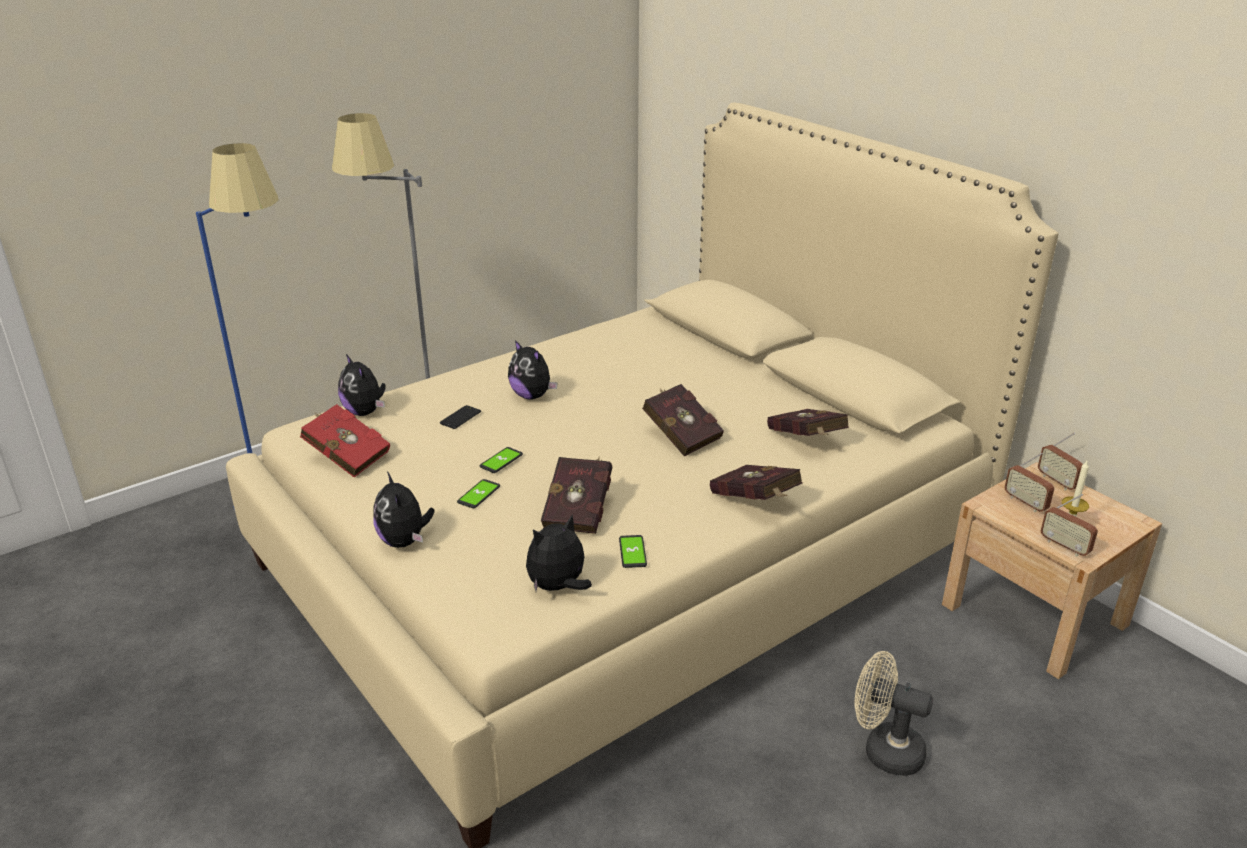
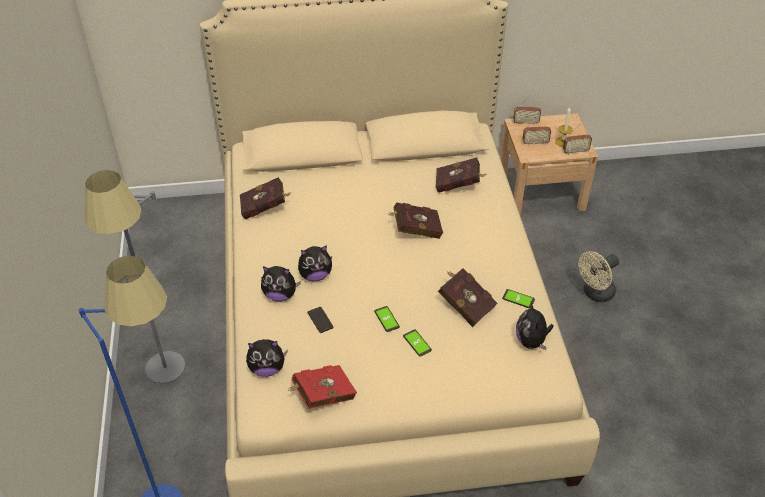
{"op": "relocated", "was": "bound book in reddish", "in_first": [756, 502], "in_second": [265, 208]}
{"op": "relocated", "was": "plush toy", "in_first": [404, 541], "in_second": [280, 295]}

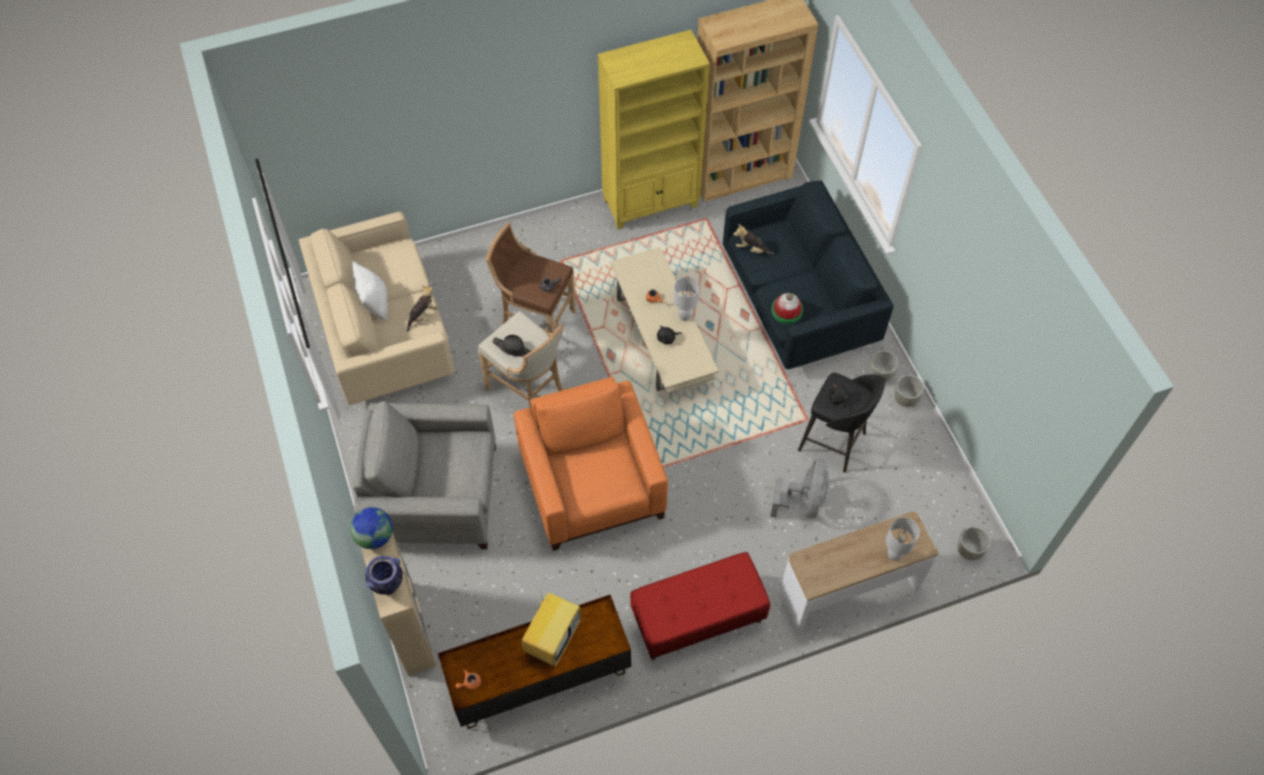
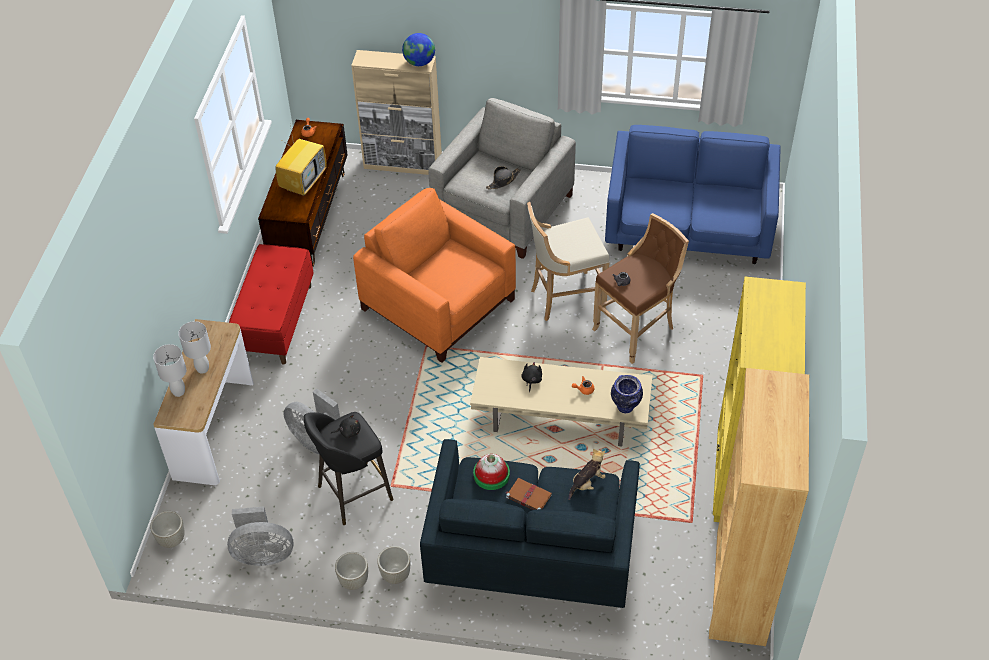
{"op": "colour", "was": "settee in beige-coloured", "now": "settee in blue-coloured", "in_first": [385, 332], "in_second": [688, 228]}
{"op": "missing", "was": "throw pillow in white-coloured", "in_first": [374, 302]}
{"op": "relocated", "was": "lamp for a table in white-coloured", "in_first": [684, 317], "in_second": [202, 368]}
{"op": "missing", "was": "plush toy", "in_first": [423, 315]}
{"op": "relocated", "was": "wearable hat in blackish", "in_first": [513, 349], "in_second": [503, 181]}
{"op": "spun", "was": "lounge chair in orangey", "in_first": [593, 486], "in_second": [440, 304], "clockwise": -150}
{"op": "relocated", "was": "vase", "in_first": [388, 586], "in_second": [625, 407]}
{"op": "spun", "was": "TV set", "in_first": [553, 637], "in_second": [303, 182], "clockwise": -120}
{"op": "appeared", "now": "bound book in brown-coloured", "in_second": [528, 496]}
{"op": "appeared", "now": "fan in gray", "in_second": [263, 554]}

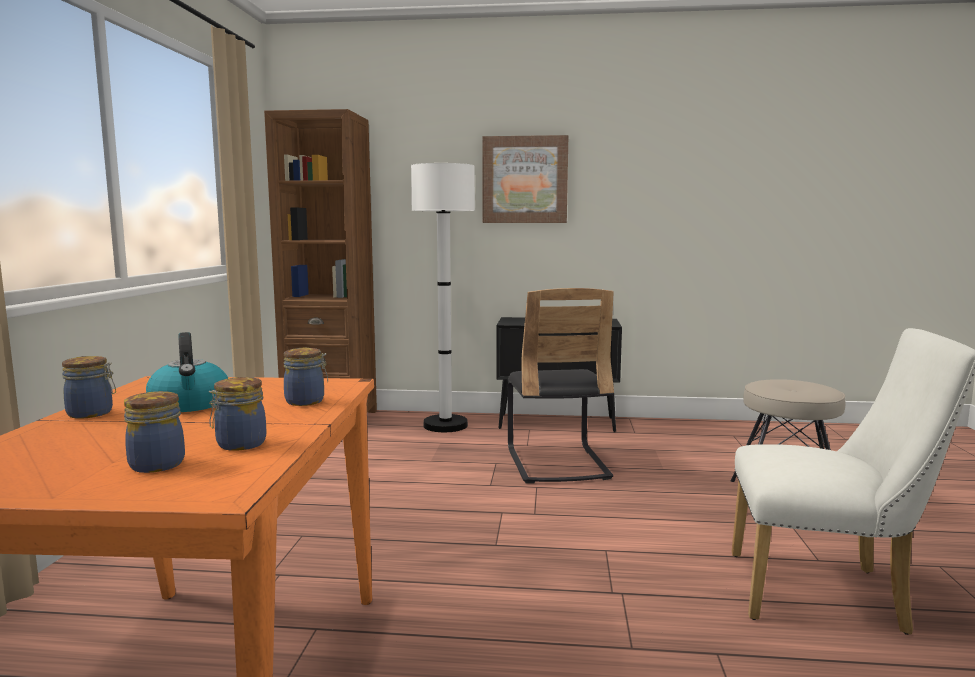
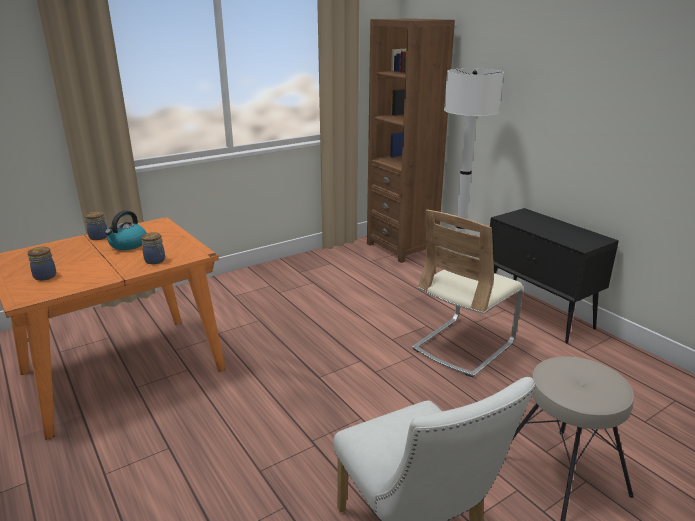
{"op": "missing", "was": "wall art", "in_first": [525, 180]}
{"op": "colour", "was": "upright chair in blackish", "now": "upright chair in beige-coloured", "in_first": [556, 463], "in_second": [463, 346]}
{"op": "missing", "was": "storage jar", "in_first": [239, 444]}

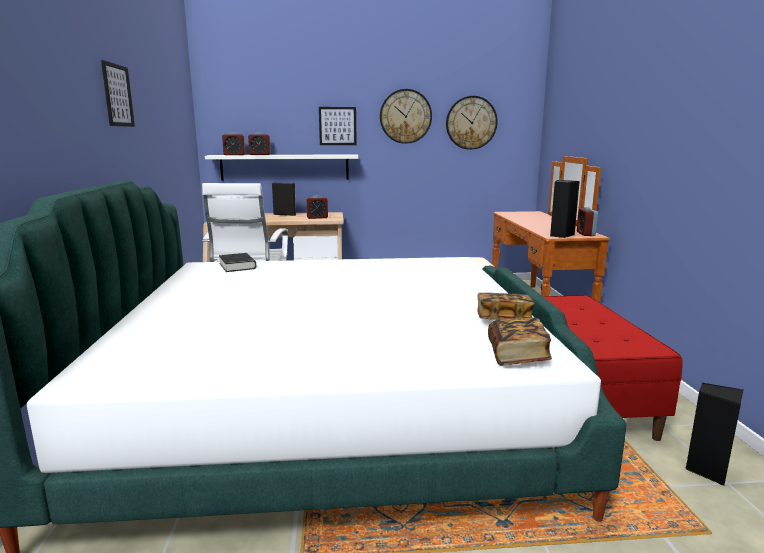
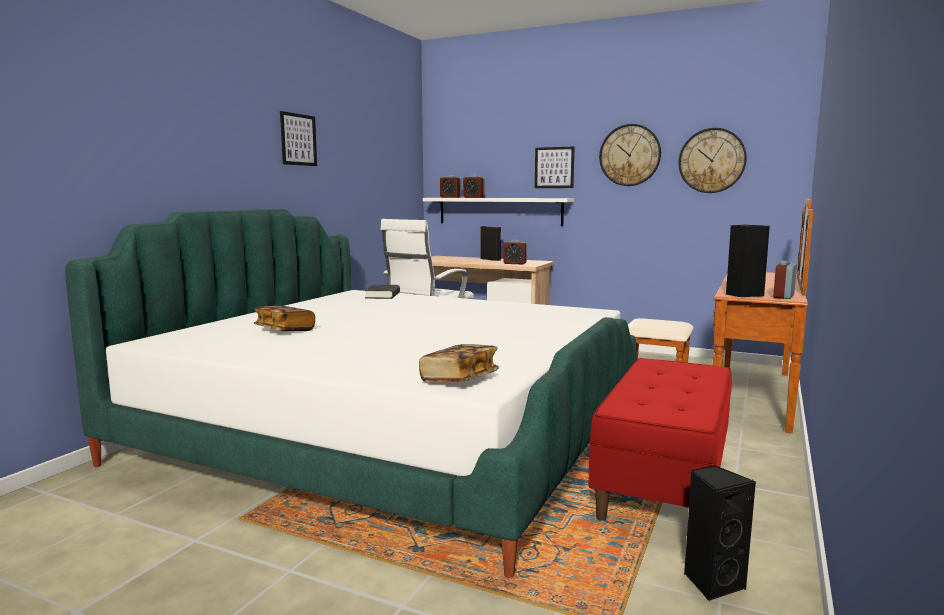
{"op": "relocated", "was": "bound book", "in_first": [503, 320], "in_second": [284, 330]}

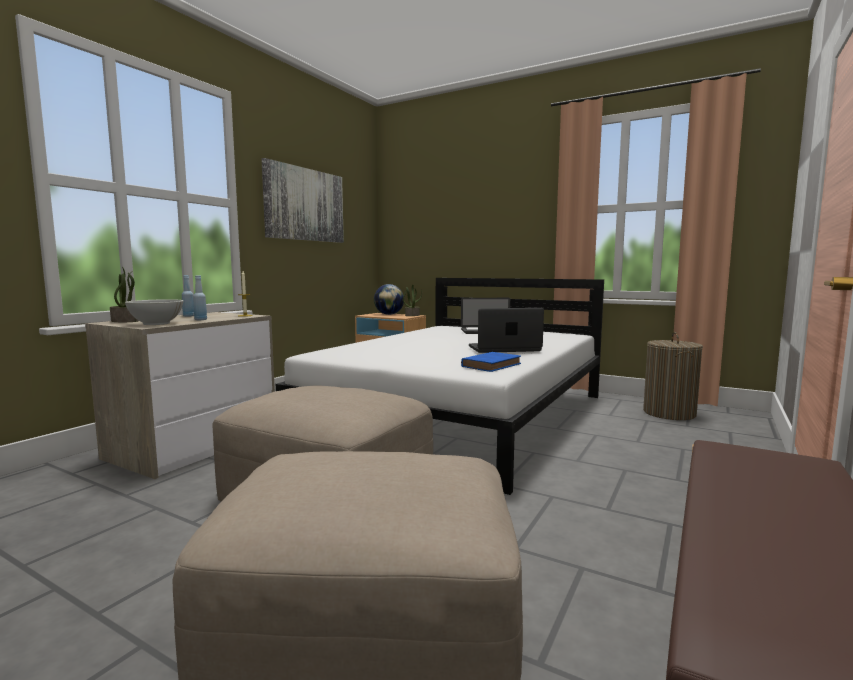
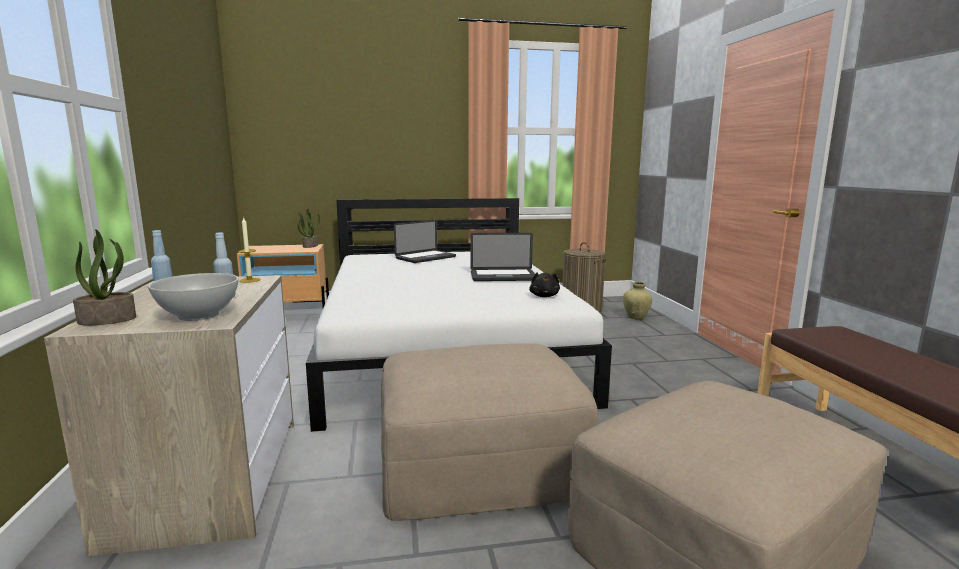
{"op": "missing", "was": "wall art", "in_first": [305, 204]}
{"op": "missing", "was": "globe", "in_first": [389, 314]}
{"op": "spun", "was": "laptop", "in_first": [504, 349], "in_second": [503, 277], "clockwise": -135}
{"op": "exchanged", "was": "bound book in blue-coloured", "now": "plush toy in blackish", "in_first": [492, 365], "in_second": [544, 296]}
{"op": "appeared", "now": "vase in beige-coloured", "in_second": [636, 317]}

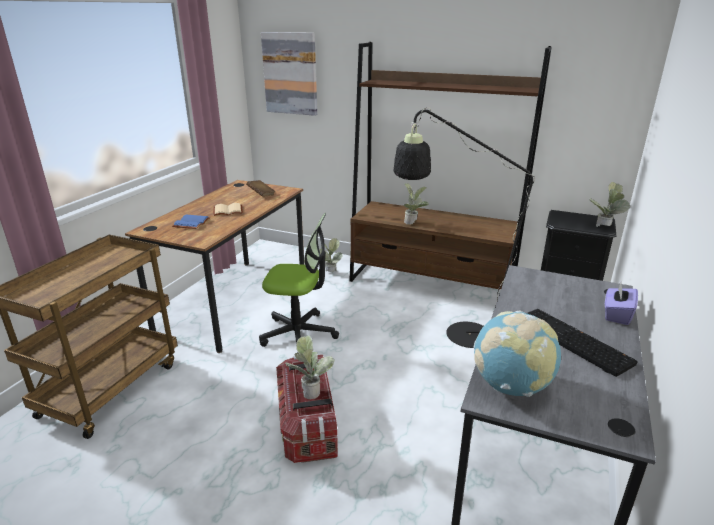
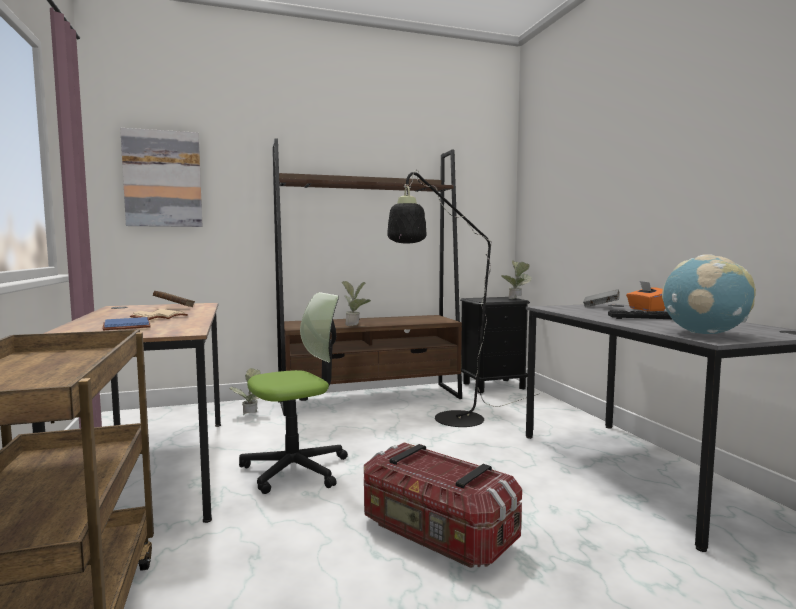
{"op": "colour", "was": "tissue holder in purple", "now": "tissue holder in orangey", "in_first": [616, 315], "in_second": [646, 309]}
{"op": "missing", "was": "potted plant", "in_first": [310, 390]}
{"op": "appeared", "now": "bound book in gray", "in_second": [601, 307]}

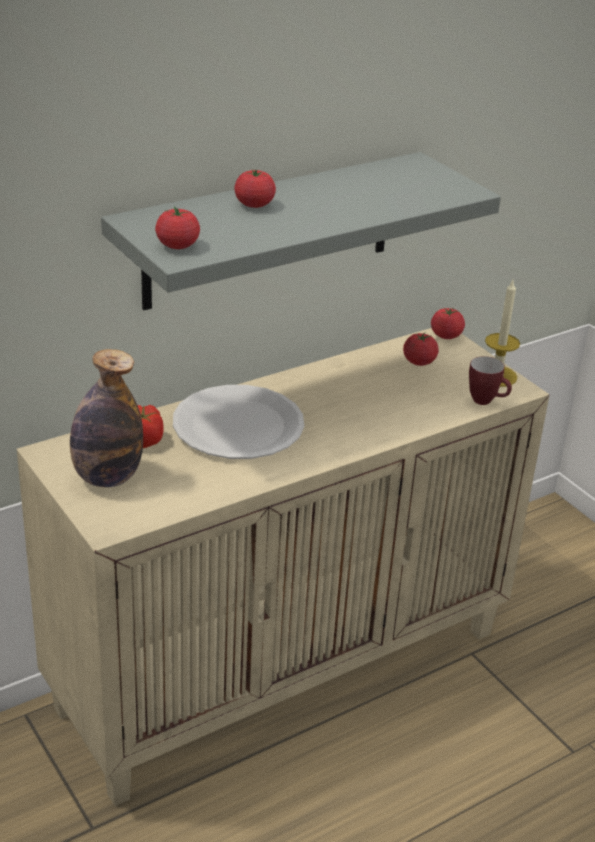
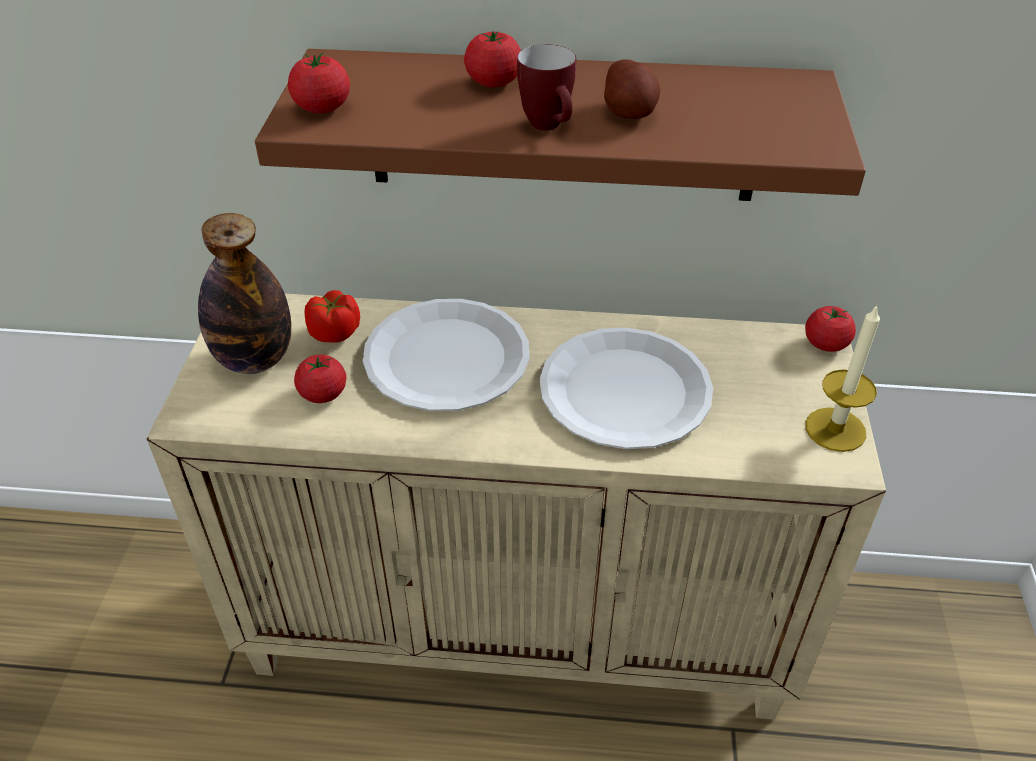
{"op": "colour", "was": "shelf in gray", "now": "shelf in brown-coloured", "in_first": [270, 230], "in_second": [563, 127]}
{"op": "relocated", "was": "tomato", "in_first": [419, 362], "in_second": [323, 394]}
{"op": "relocated", "was": "mug", "in_first": [486, 401], "in_second": [550, 127]}
{"op": "appeared", "now": "potato", "in_second": [629, 112]}
{"op": "appeared", "now": "plate in white-coloured", "in_second": [625, 390]}

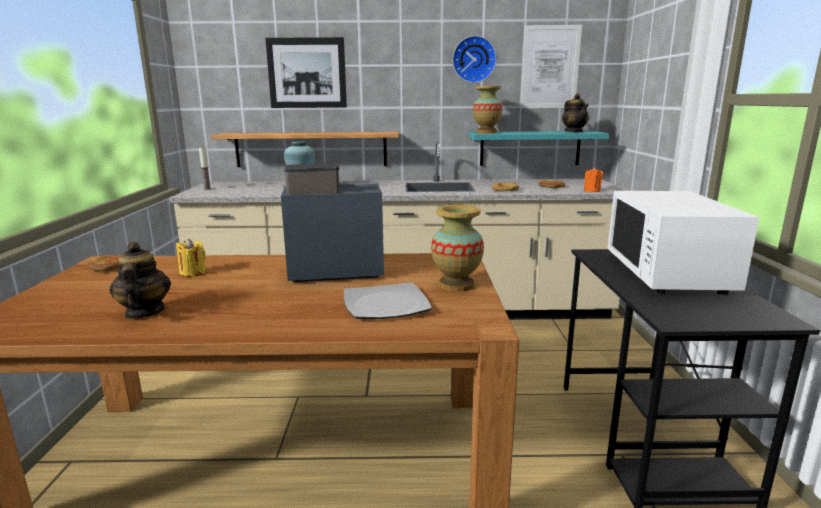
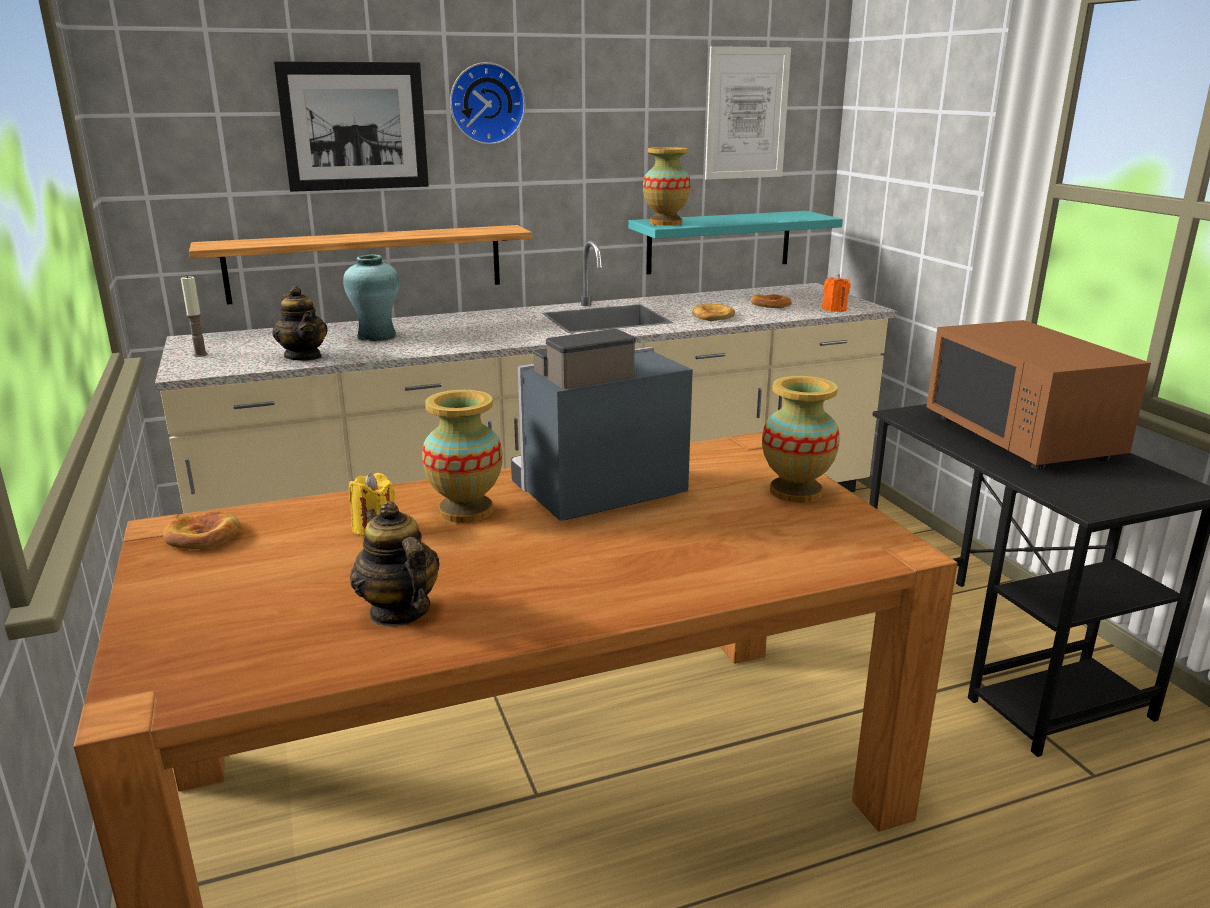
{"op": "relocated", "was": "wall clock", "in_first": [473, 59], "in_second": [486, 103]}
{"op": "relocated", "was": "teapot", "in_first": [574, 132], "in_second": [304, 357]}
{"op": "colour", "was": "microwave in white-coloured", "now": "microwave in brown-coloured", "in_first": [668, 274], "in_second": [1021, 437]}
{"op": "missing", "was": "plate", "in_first": [385, 305]}
{"op": "appeared", "now": "vase", "in_second": [466, 511]}

